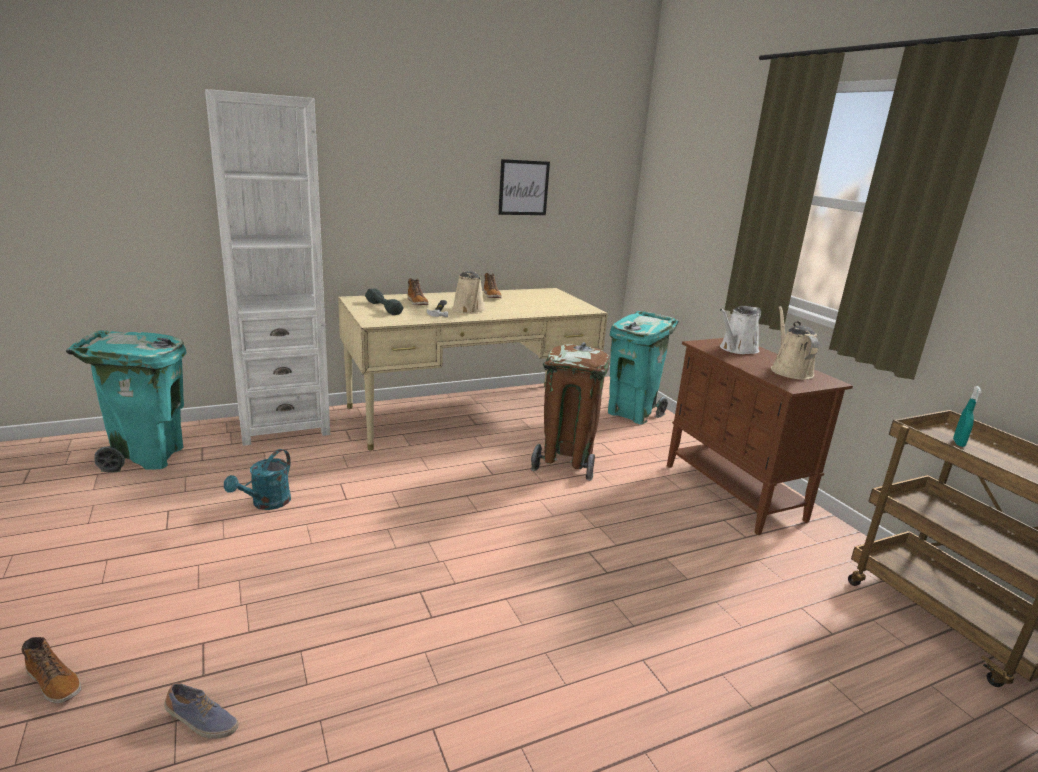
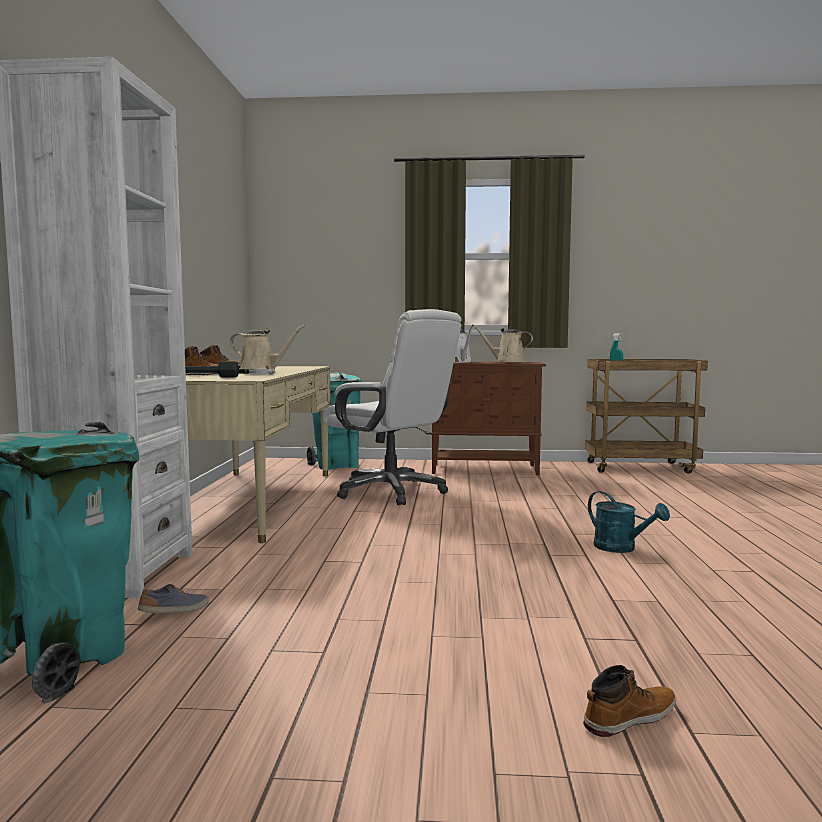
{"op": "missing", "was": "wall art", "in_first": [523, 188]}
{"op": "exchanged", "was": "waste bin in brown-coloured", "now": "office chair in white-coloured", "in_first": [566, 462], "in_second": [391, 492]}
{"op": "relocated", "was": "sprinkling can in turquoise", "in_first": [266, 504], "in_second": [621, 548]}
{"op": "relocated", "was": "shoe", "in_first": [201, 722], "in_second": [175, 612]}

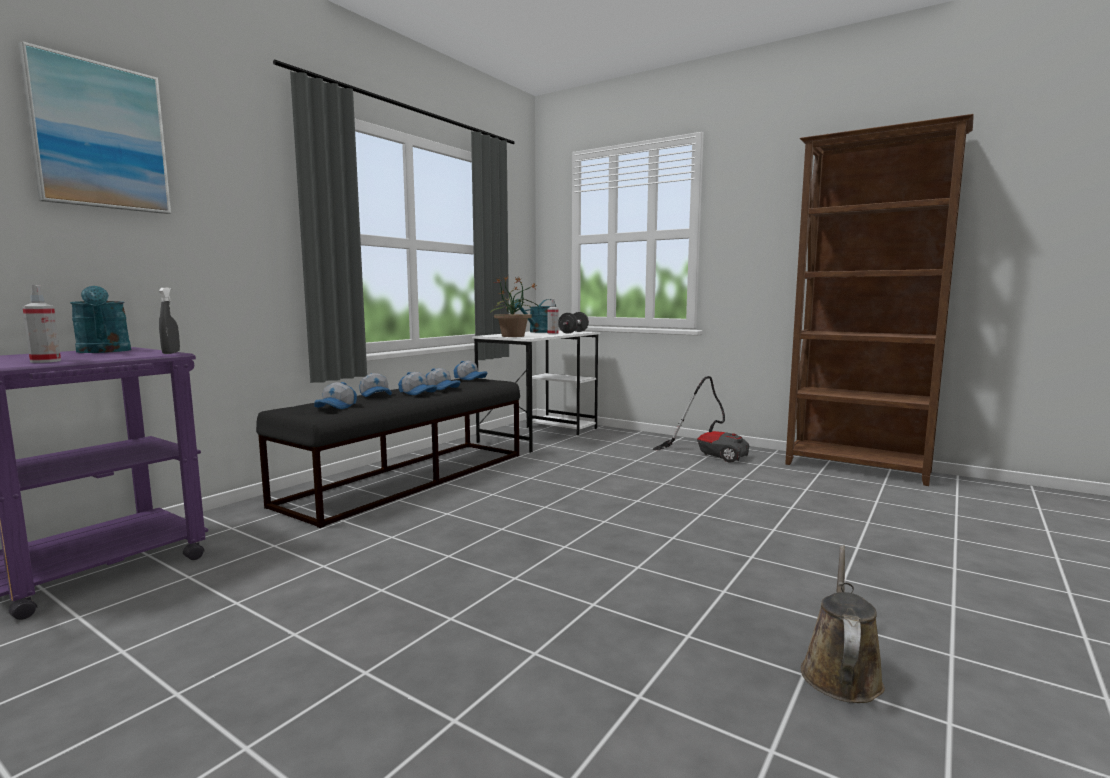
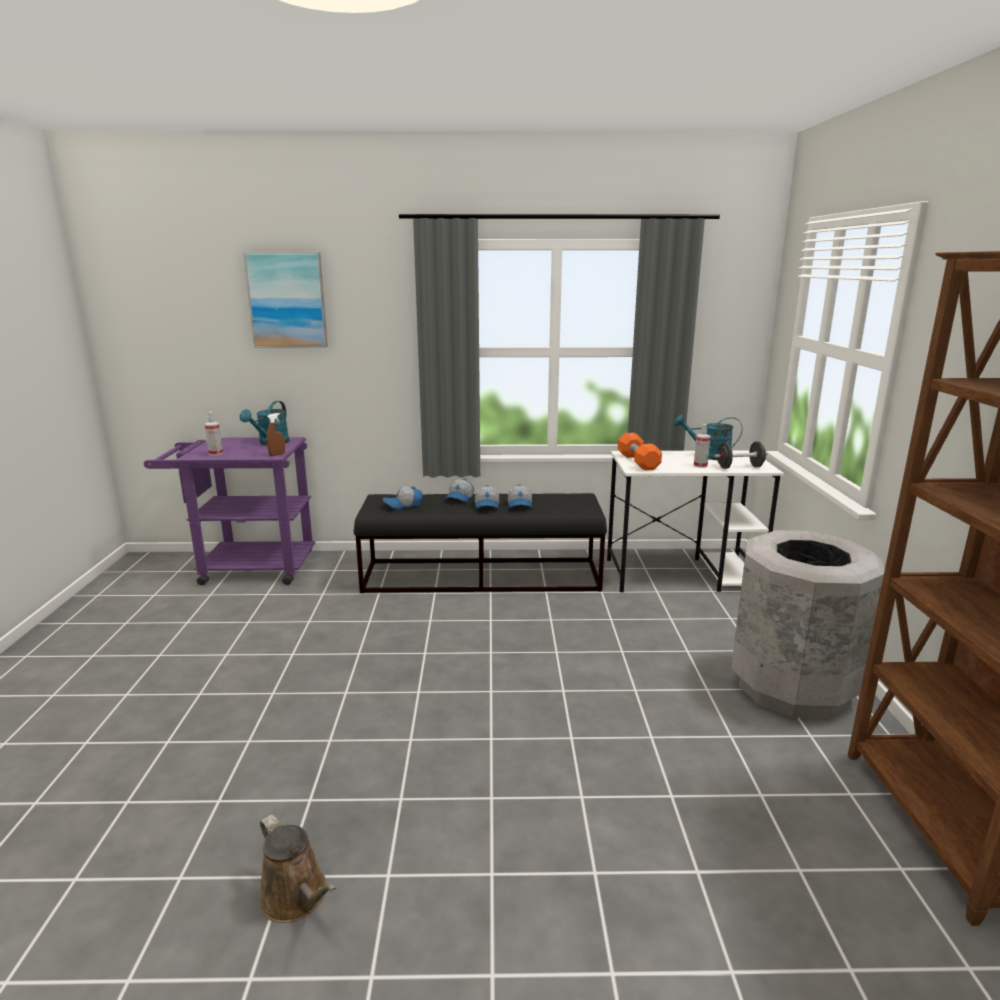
{"op": "exchanged", "was": "potted plant", "now": "hand weight in orangey", "in_first": [513, 336], "in_second": [638, 462]}
{"op": "colour", "was": "sprayer in gray", "now": "sprayer in brown-coloured", "in_first": [171, 353], "in_second": [277, 455]}
{"op": "missing", "was": "cap", "in_first": [470, 378]}
{"op": "exchanged", "was": "vacuum", "now": "waste bin in gray", "in_first": [709, 454], "in_second": [791, 688]}
{"op": "spun", "was": "sprinkling can in brown-coloured", "in_first": [840, 673], "in_second": [297, 898], "clockwise": 60}

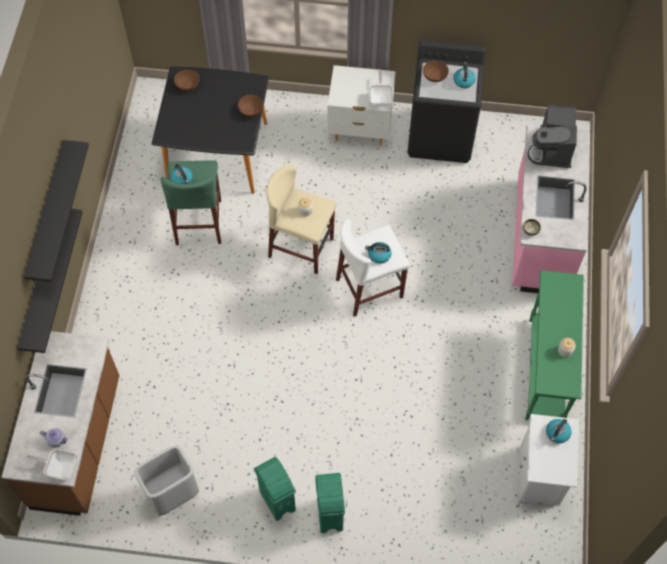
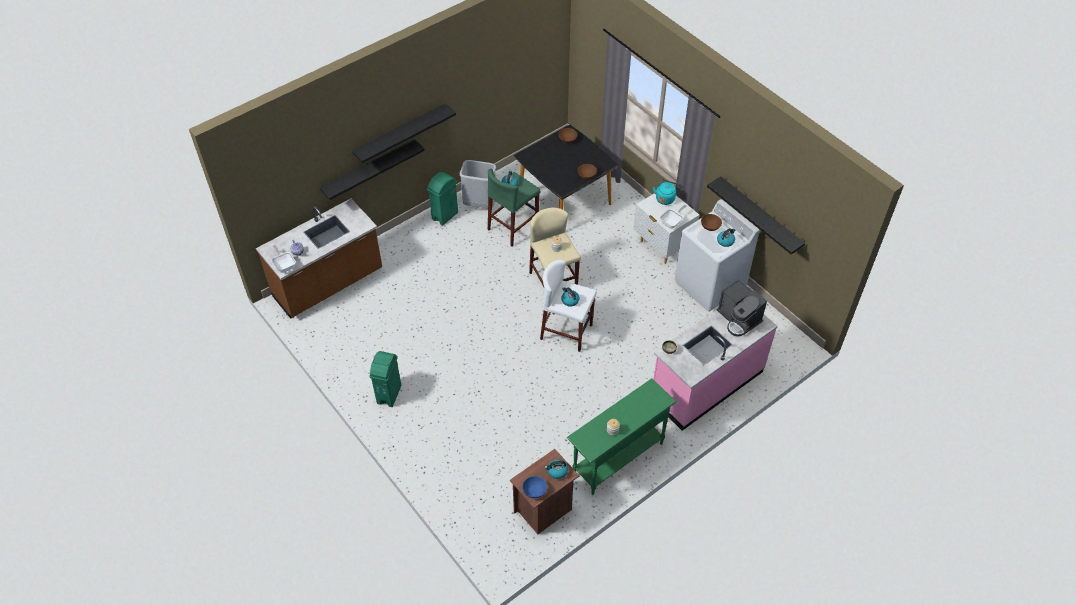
{"op": "colour", "was": "washing machine in blackish", "now": "washing machine in white-coloured", "in_first": [441, 135], "in_second": [710, 285]}
{"op": "spun", "was": "coffee machine", "in_first": [552, 150], "in_second": [738, 319], "clockwise": -90}
{"op": "colour", "was": "nightstand in white-coloured", "now": "nightstand in brown-coloured", "in_first": [540, 477], "in_second": [544, 510]}
{"op": "relocated", "was": "waste bin in gray", "in_first": [173, 494], "in_second": [480, 204]}
{"op": "relocated", "was": "waste bin in greenish", "in_first": [329, 515], "in_second": [444, 216]}
{"op": "appeared", "now": "shelf in blackish", "in_second": [760, 215]}
{"op": "appeared", "now": "kettle in turquoise", "in_second": [665, 198]}
{"op": "appeared", "now": "serving bowl in blue-coloured", "in_second": [534, 491]}

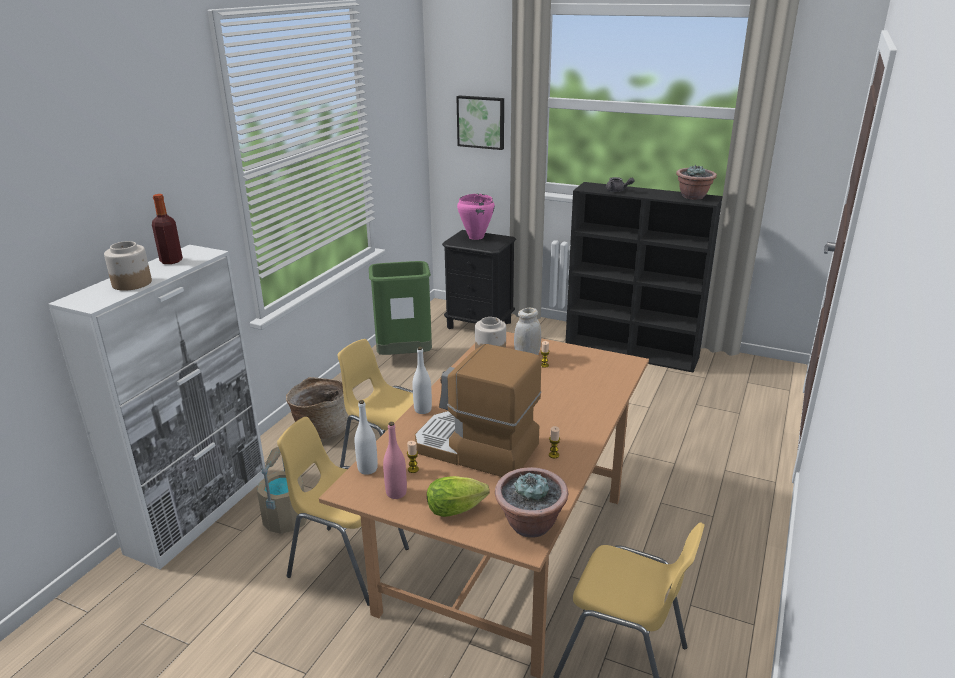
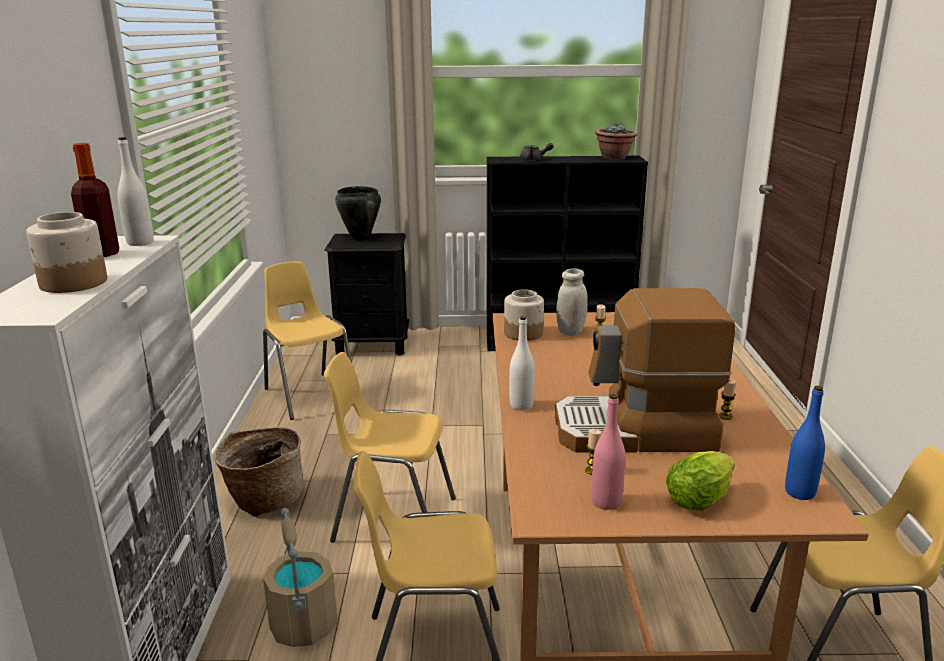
{"op": "missing", "was": "wall art", "in_first": [481, 122]}
{"op": "colour", "was": "saucepot in pink", "now": "saucepot in blackish", "in_first": [475, 237], "in_second": [360, 238]}
{"op": "exchanged", "was": "waste bin in greenish", "now": "upright chair in yellow", "in_first": [404, 357], "in_second": [309, 395]}
{"op": "relocated", "was": "drink bottle in white-coloured", "in_first": [367, 469], "in_second": [140, 243]}
{"op": "exchanged", "was": "potted plant", "now": "drink bottle in blue-coloured", "in_first": [530, 525], "in_second": [800, 492]}

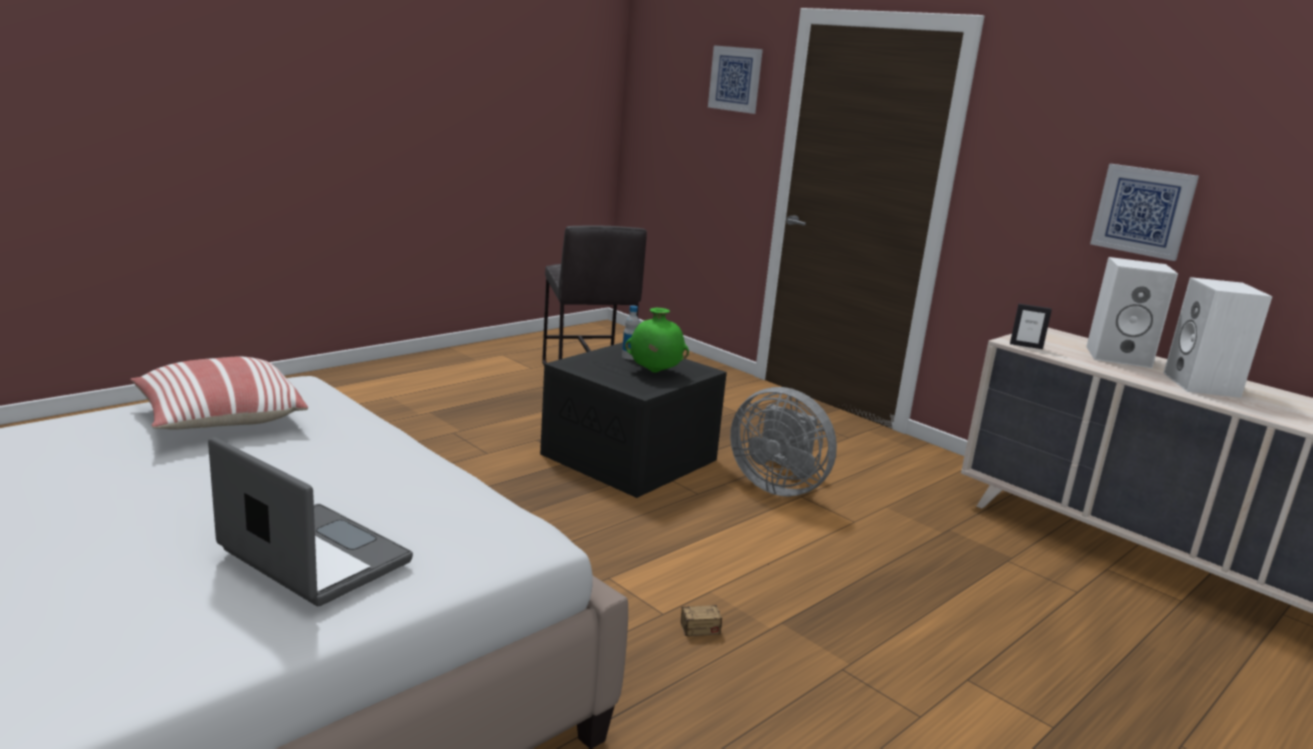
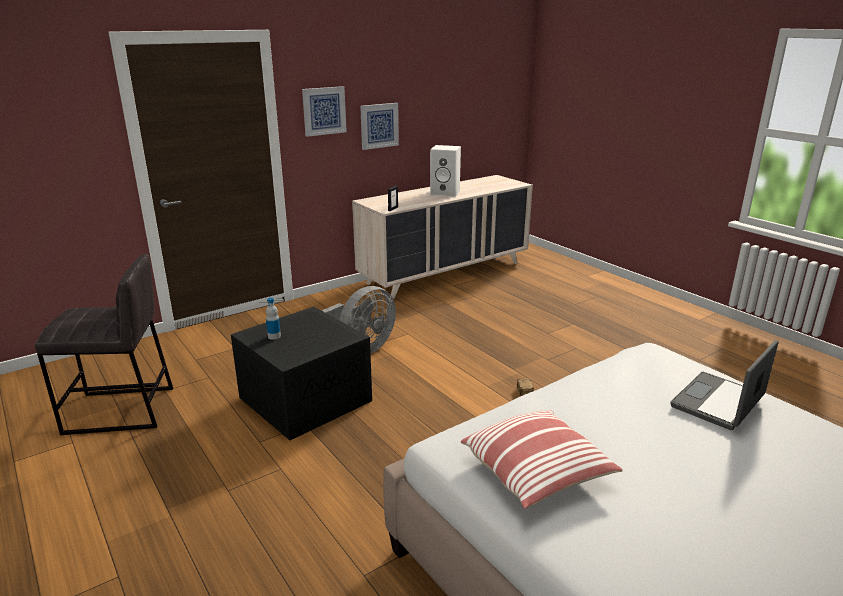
{"op": "relocated", "was": "wall art", "in_first": [735, 79], "in_second": [324, 111]}
{"op": "missing", "was": "loudspeaker in white-coloured", "in_first": [1119, 357]}
{"op": "missing", "was": "vase in greenish", "in_first": [654, 372]}

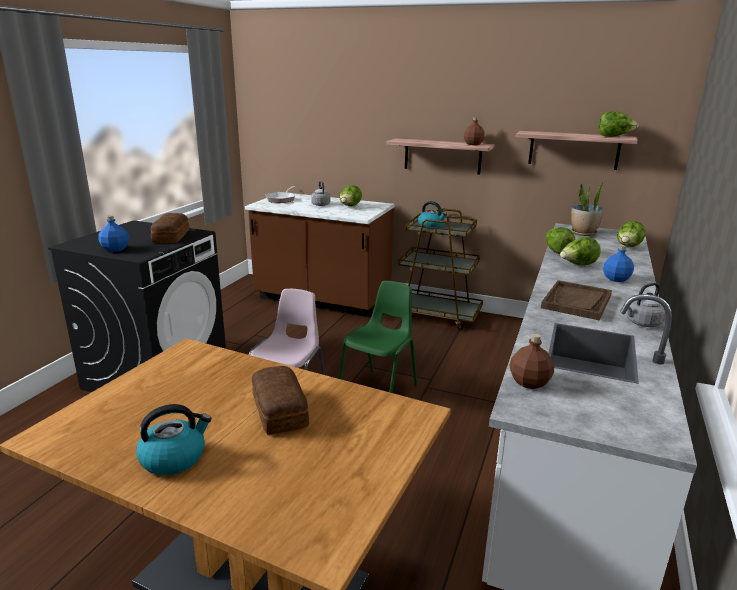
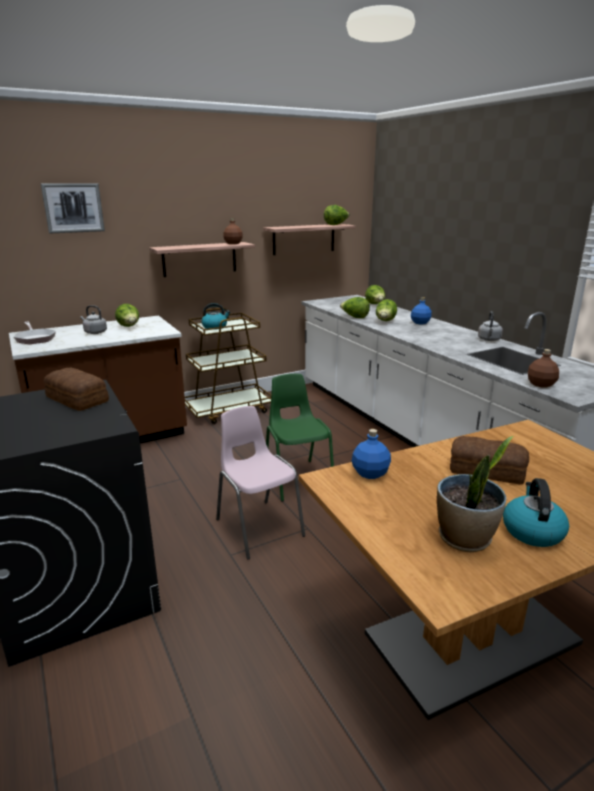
{"op": "relocated", "was": "potted plant", "in_first": [583, 233], "in_second": [465, 539]}
{"op": "relocated", "was": "drink bottle in blue-coloured", "in_first": [115, 249], "in_second": [370, 474]}
{"op": "missing", "was": "carrying tray in brown-coloured", "in_first": [576, 302]}
{"op": "appeared", "now": "wall art", "in_second": [73, 208]}

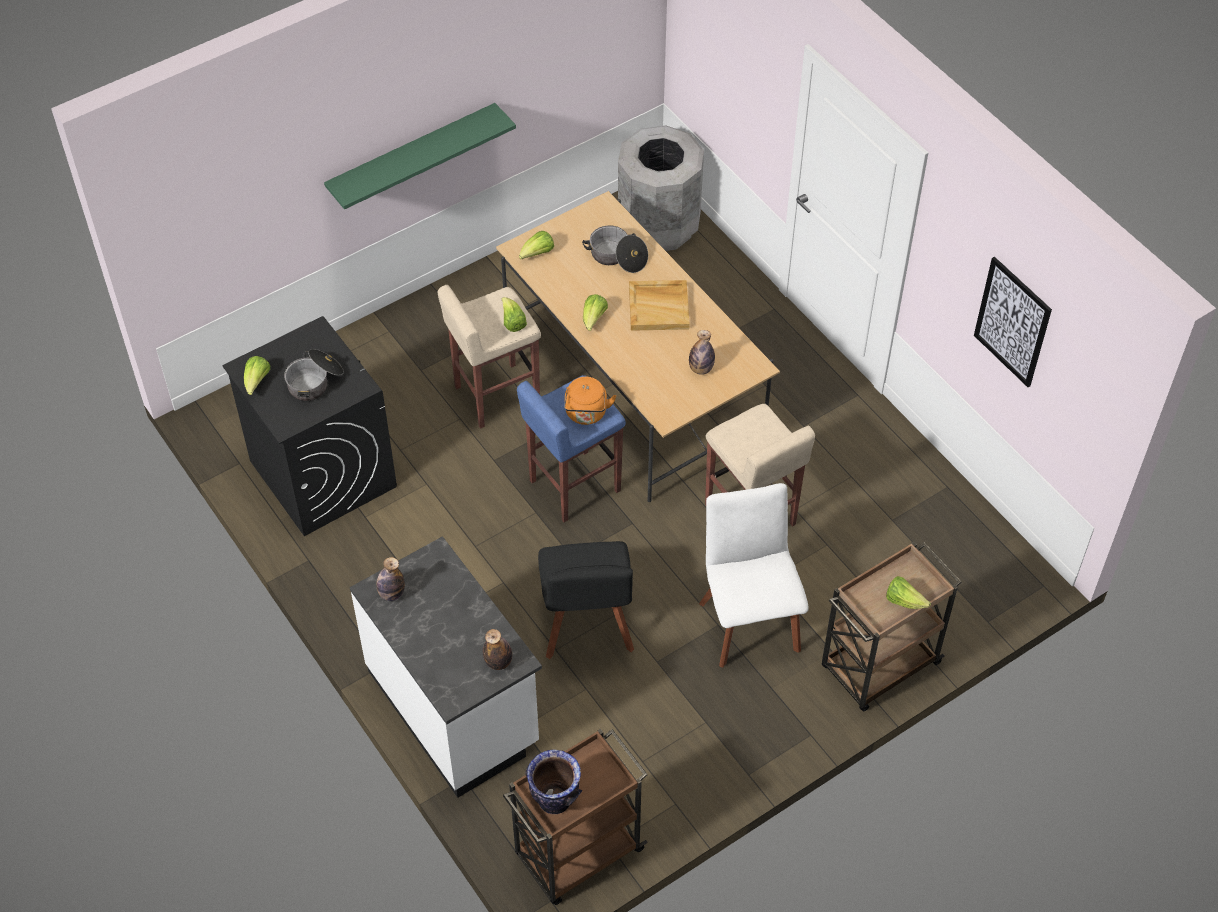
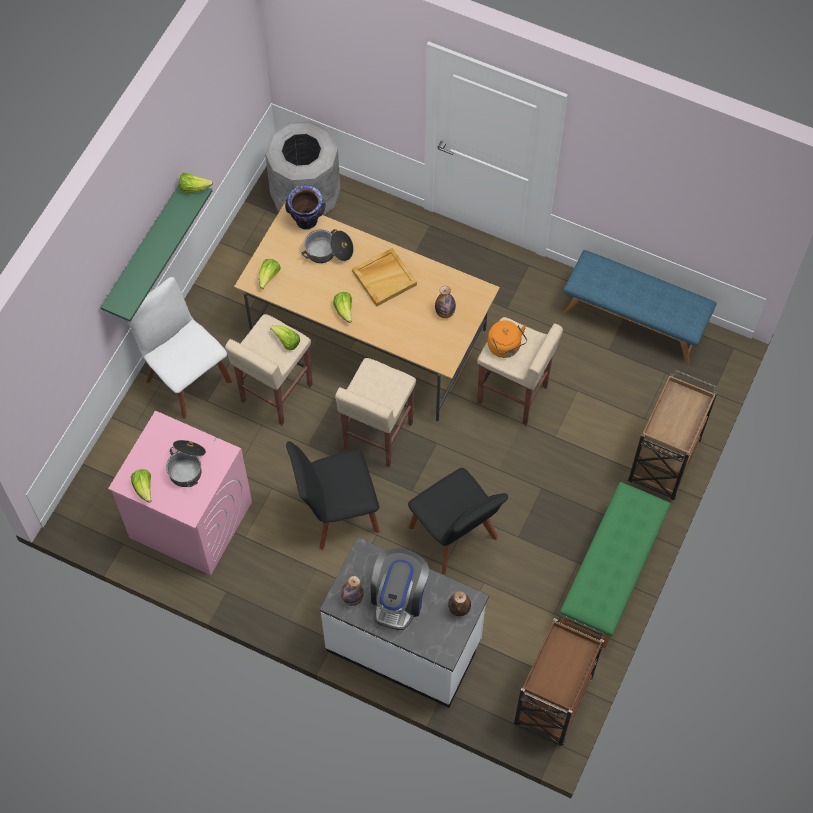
{"op": "missing", "was": "wall art", "in_first": [1012, 322]}
{"op": "colour", "was": "washing machine in blackish", "now": "washing machine in pink", "in_first": [322, 473], "in_second": [190, 520]}
{"op": "colour", "was": "stool in blue-coloured", "now": "stool in beige-coloured", "in_first": [573, 486], "in_second": [377, 436]}
{"op": "relocated", "was": "kettle in orangey", "in_first": [586, 414], "in_second": [505, 347]}
{"op": "relocated", "was": "upright chair in white-coloured", "in_first": [748, 621], "in_second": [186, 377]}
{"op": "relocated", "was": "lettuce head", "in_first": [904, 601], "in_second": [194, 188]}
{"op": "relocated", "was": "vase", "in_first": [554, 801], "in_second": [306, 221]}
{"op": "appeared", "now": "bench in blue-coloured", "in_second": [634, 319]}
{"op": "appeared", "now": "upright chair in blackish", "in_second": [336, 513]}
{"op": "appeared", "now": "bench in greenish", "in_second": [611, 576]}
{"op": "appeared", "now": "coffee machine", "in_second": [398, 597]}

